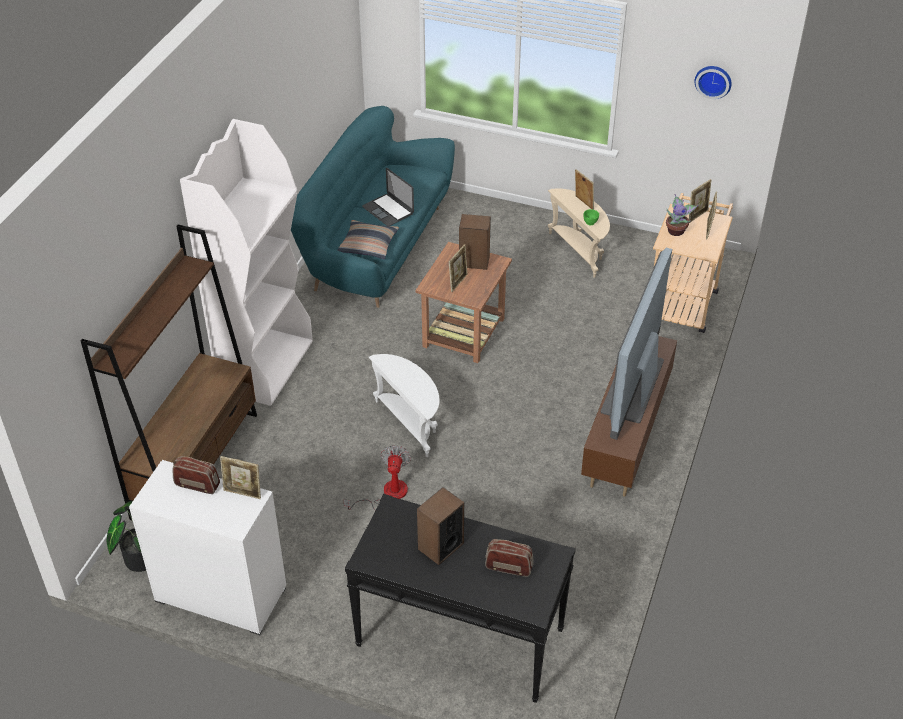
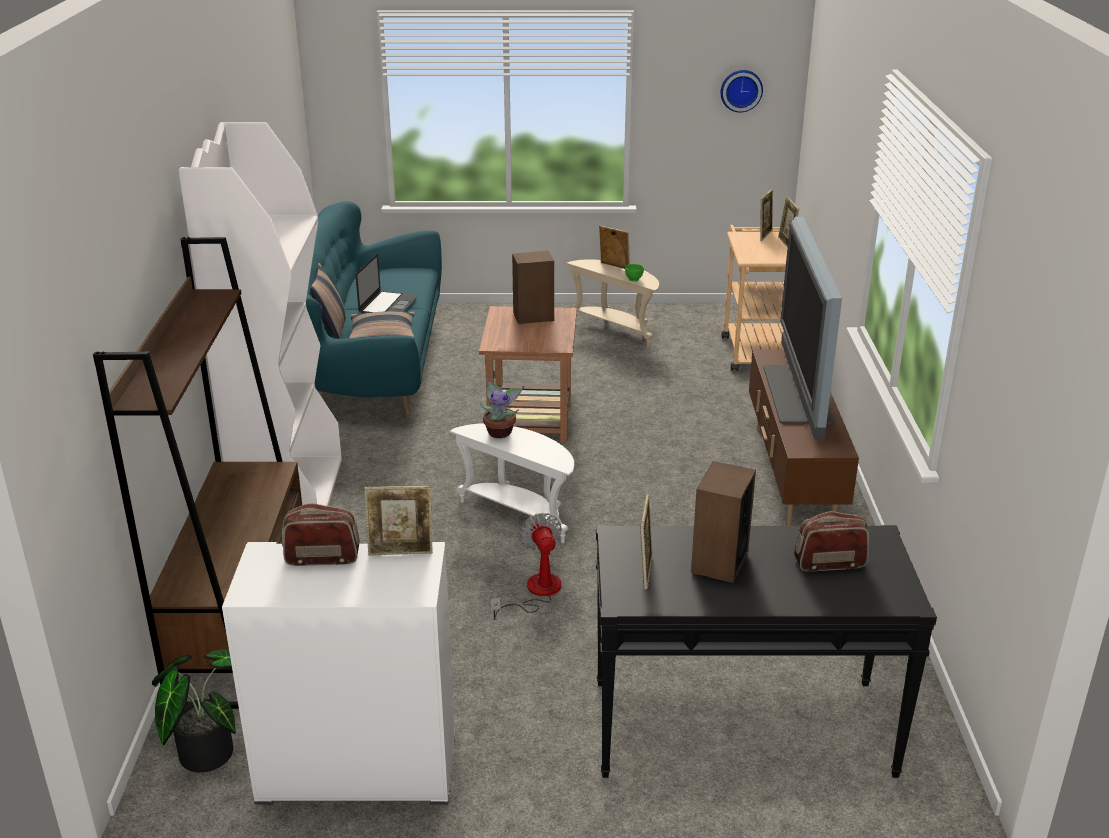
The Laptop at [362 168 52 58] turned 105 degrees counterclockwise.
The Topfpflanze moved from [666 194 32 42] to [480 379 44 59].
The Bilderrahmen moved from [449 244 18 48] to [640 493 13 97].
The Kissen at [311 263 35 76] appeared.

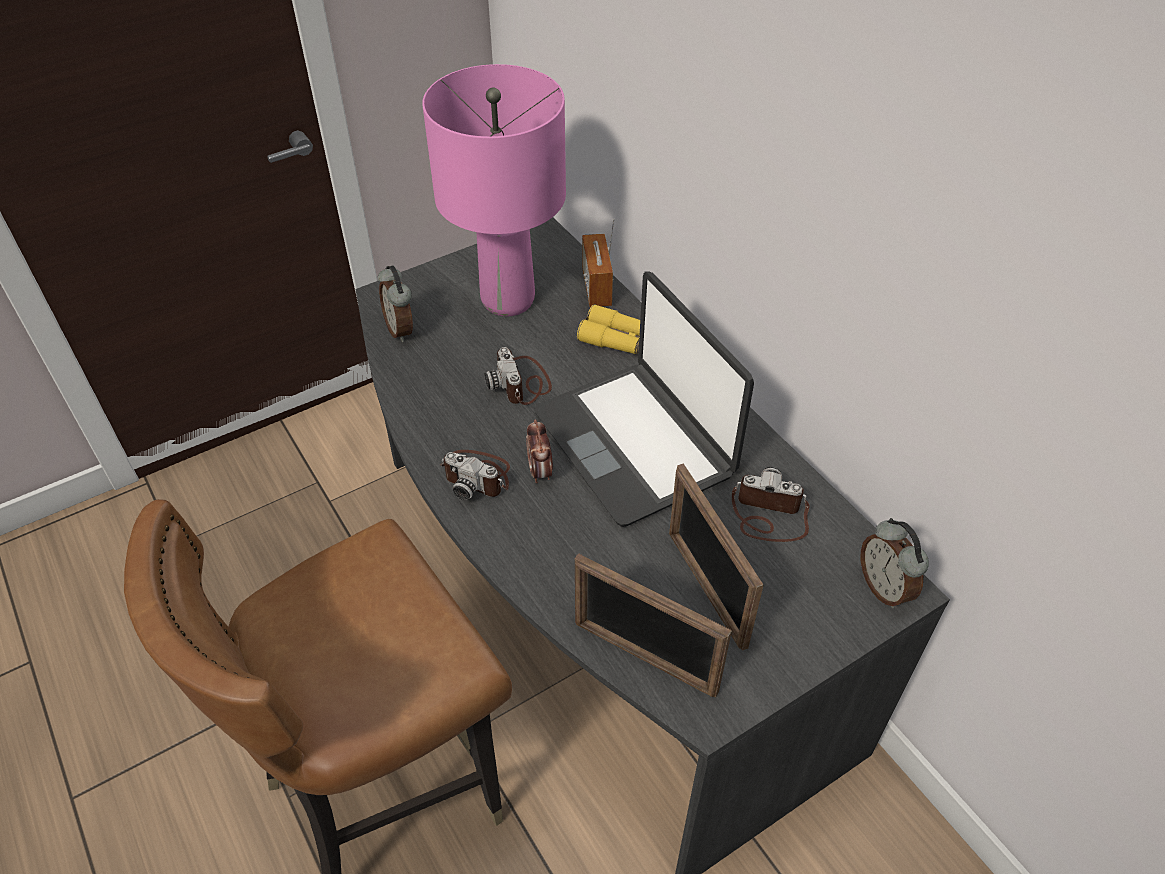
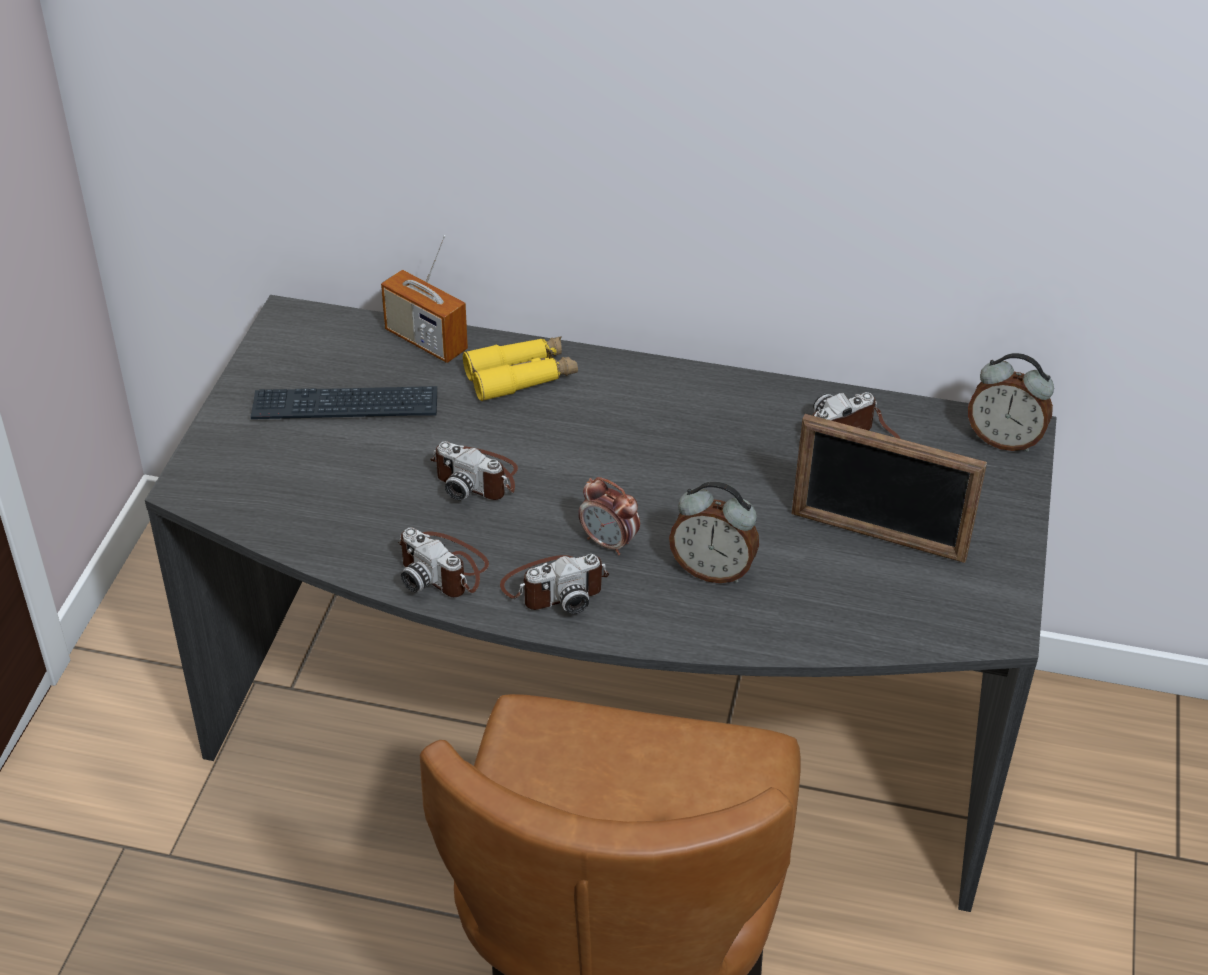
The Tischlampe (rosa) at [422 64 144 252] was replaced by the Tastatur at [251 386 186 33].
The Wecker moved from [377 266 36 76] to [669 481 90 102].
The Laptop at [534 271 220 256] disappeared.
The Bilderrahmen at [575 553 157 145] disappeared.
The Kamera at [398 528 91 69] appeared.

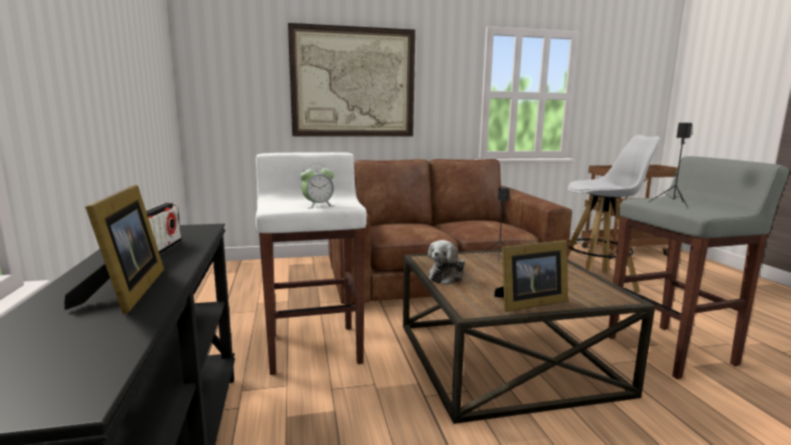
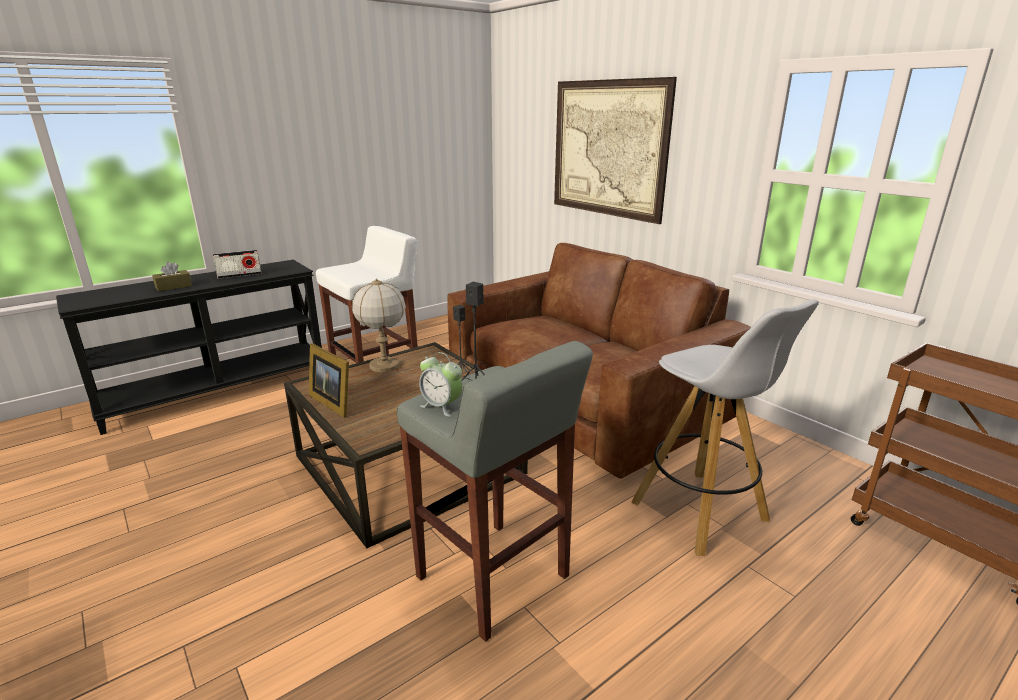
The Wecker moved from [300 163 35 46] to [419 352 43 65].
The Bilderrahmen at [64 185 100 129] was replaced by the Taschentuchbox (braun) at [152 262 40 29].
The Plüschtier at [428 240 37 45] was replaced by the Tischlampe at [352 278 54 94].

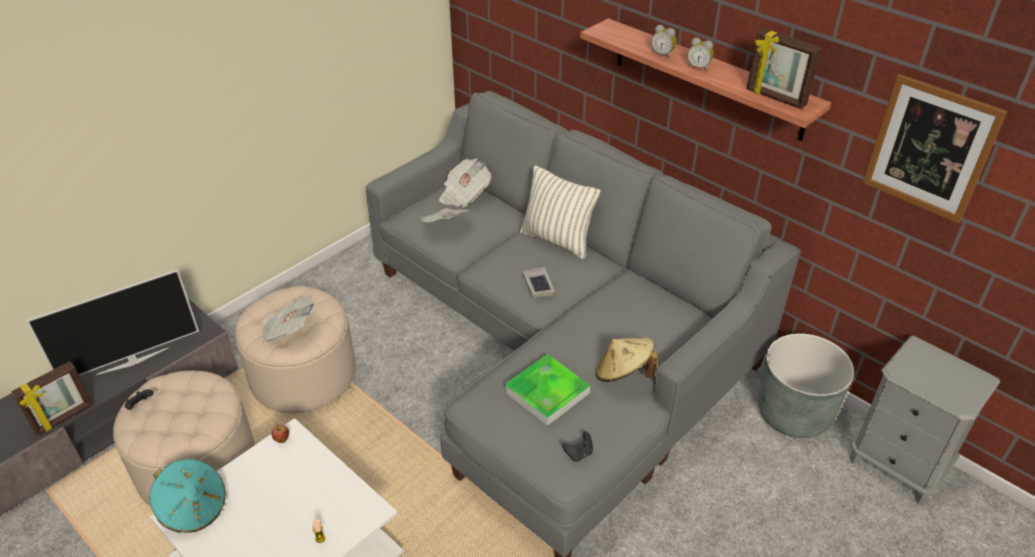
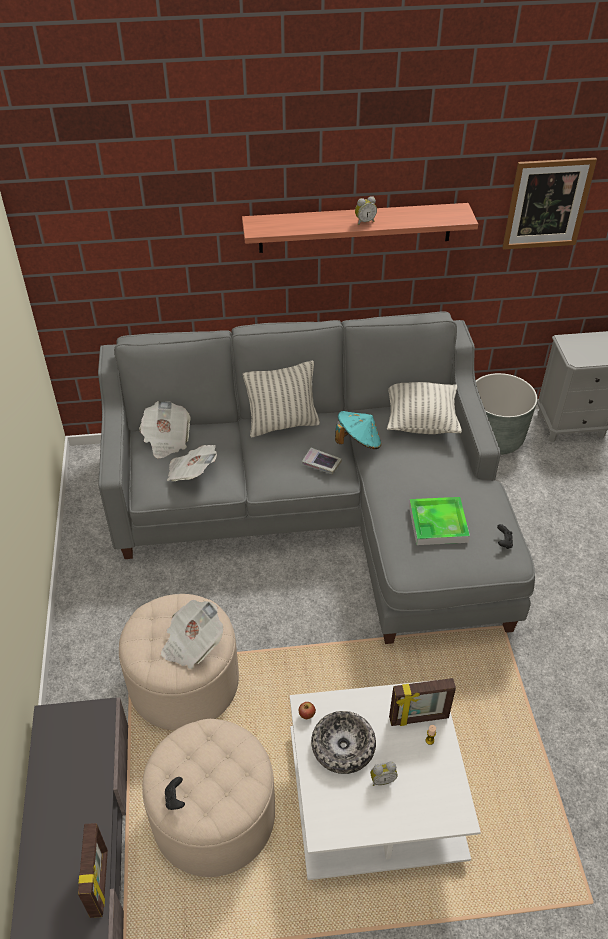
The Wecker moved from [651 25 25 34] to [370 761 28 25].
The Bilderrahmen moved from [747 28 74 81] to [389 678 67 48].
The Fernseher at [26 269 173 106] disappeared.
The Hut (beige) at [596 337 62 45] disappeared.
The Hut (türkis) moved from [150 459 76 74] to [335 411 47 38].
The Kissen at [387 382 75 52] appeared.
The Schüssel at [311 711 65 63] appeared.

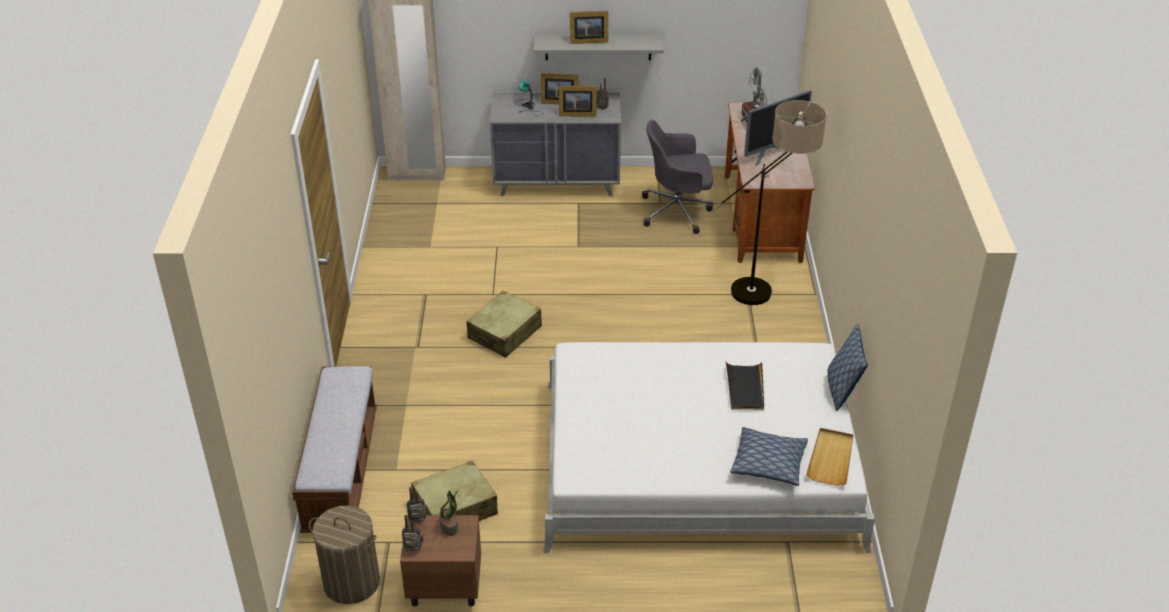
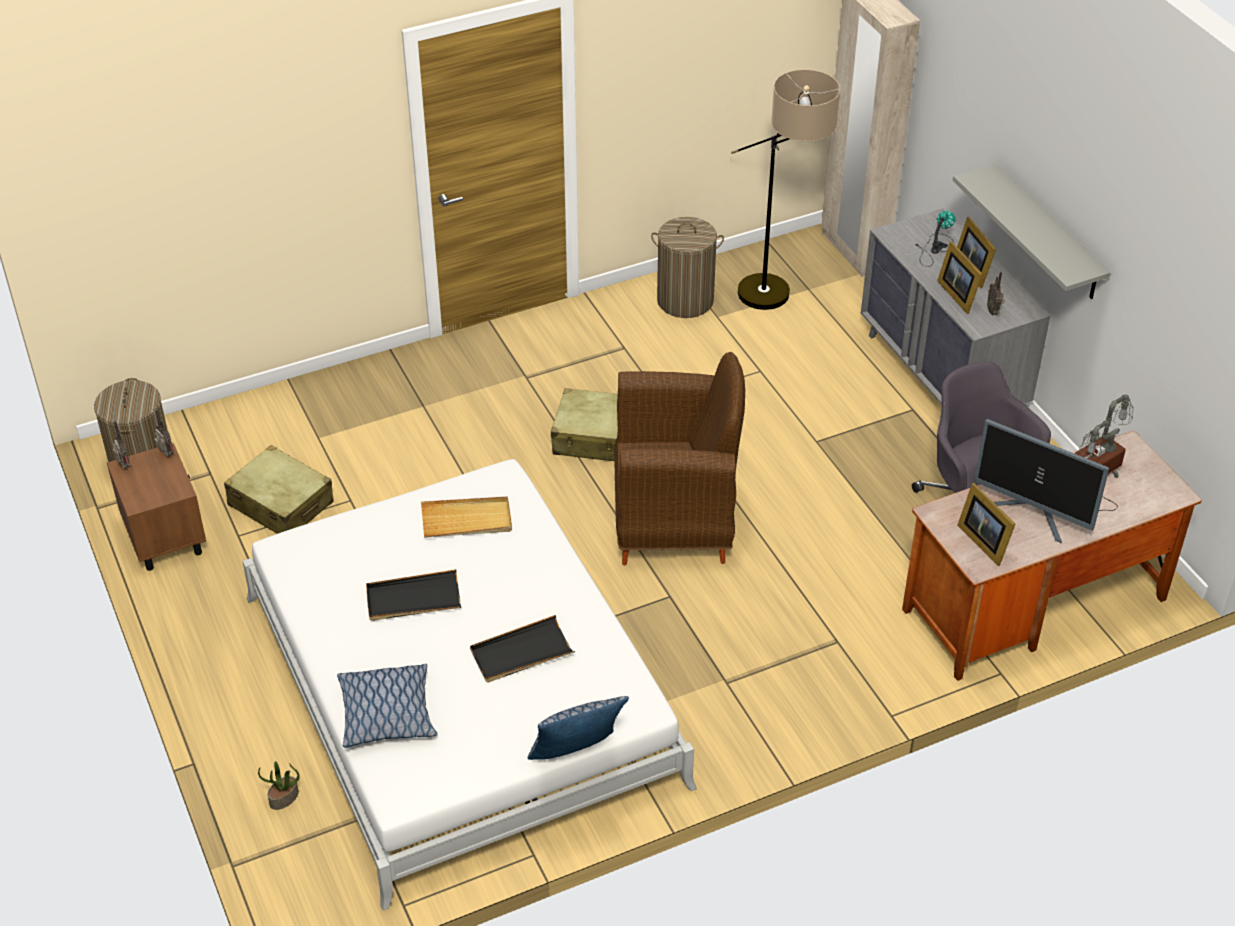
The Bilderrahmen moved from [570 11 38 33] to [958 483 57 83].
The Stehlampe moved from [712 100 115 205] to [731 69 109 241].
The Bank at [292 366 85 167] disappeared.
The Tablett (beige) moved from [806 428 47 58] to [421 497 91 41].
The Topfpflanze moved from [439 490 19 46] to [258 761 42 49].
The Wäschekorb at [651 217 73 101] appeared.
The Sessel (braun) at [614 352 131 213] appeared.
The Tablett (schwarz) at [366 569 95 52] appeared.

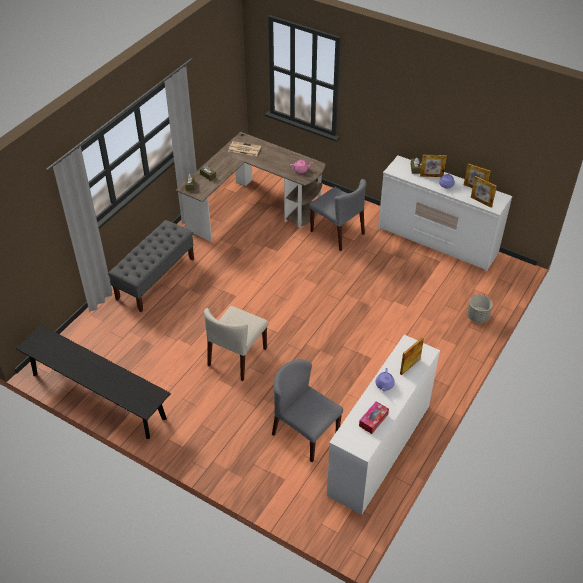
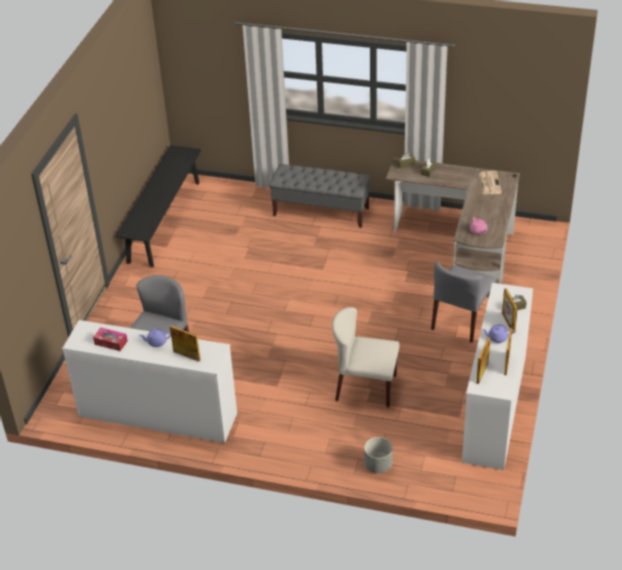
The Stuhl (beige) moved from [204 306 64 75] to [332 307 68 101].

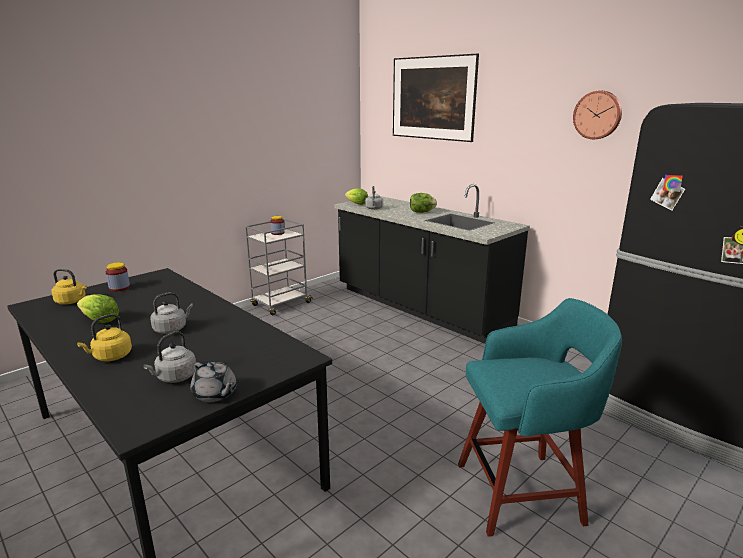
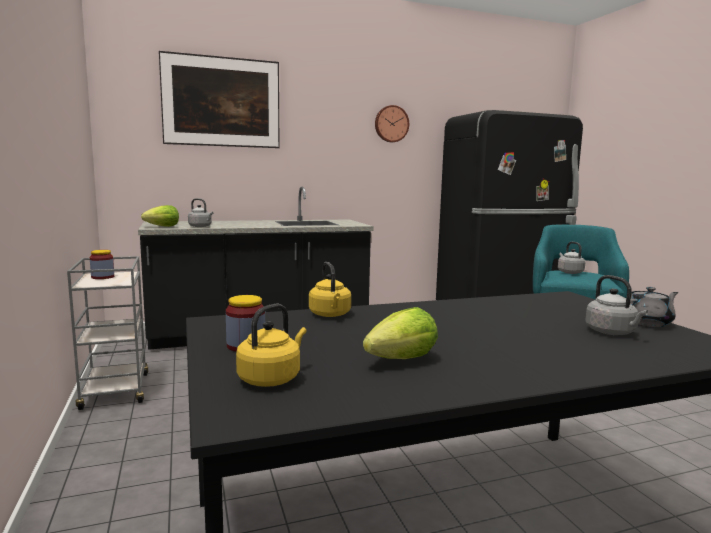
The Salatkopf at [410 193 27 20] disappeared.
The Wasserkessel (grau) moved from [150 292 43 42] to [558 242 27 32].
The Wasserkessel (gelb) moved from [77 314 55 47] to [309 262 42 55].

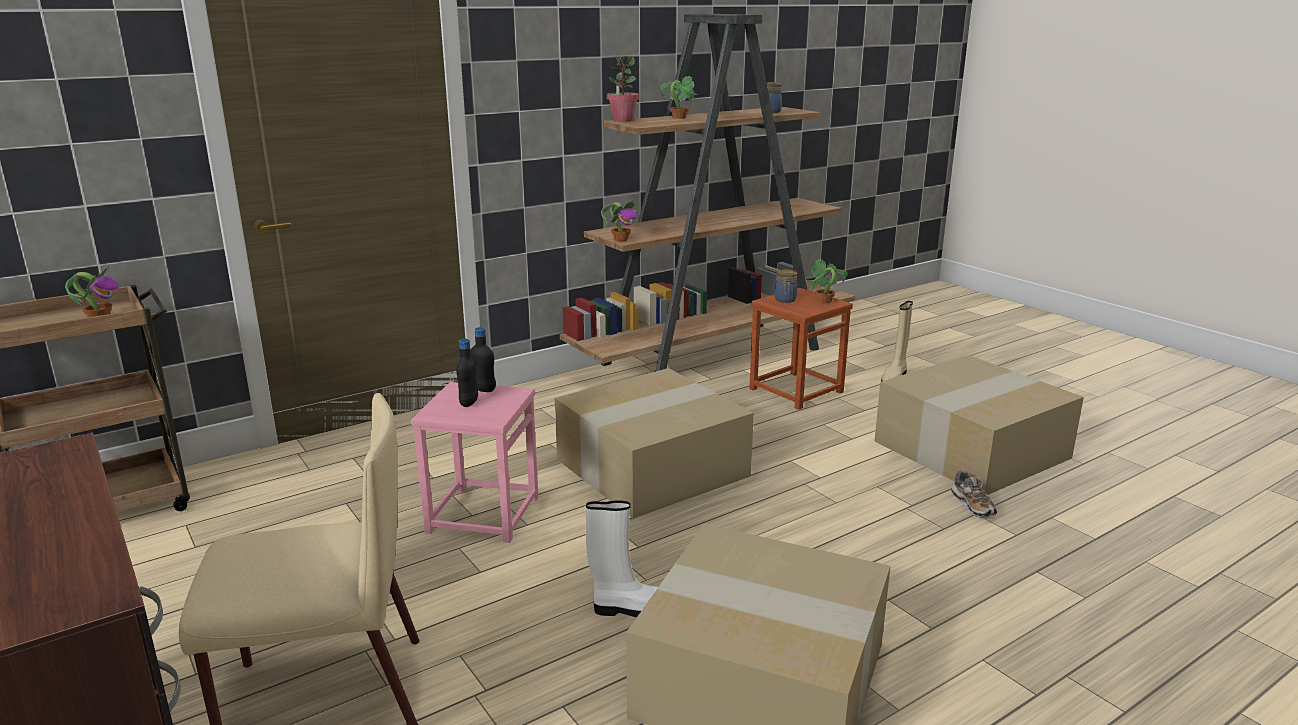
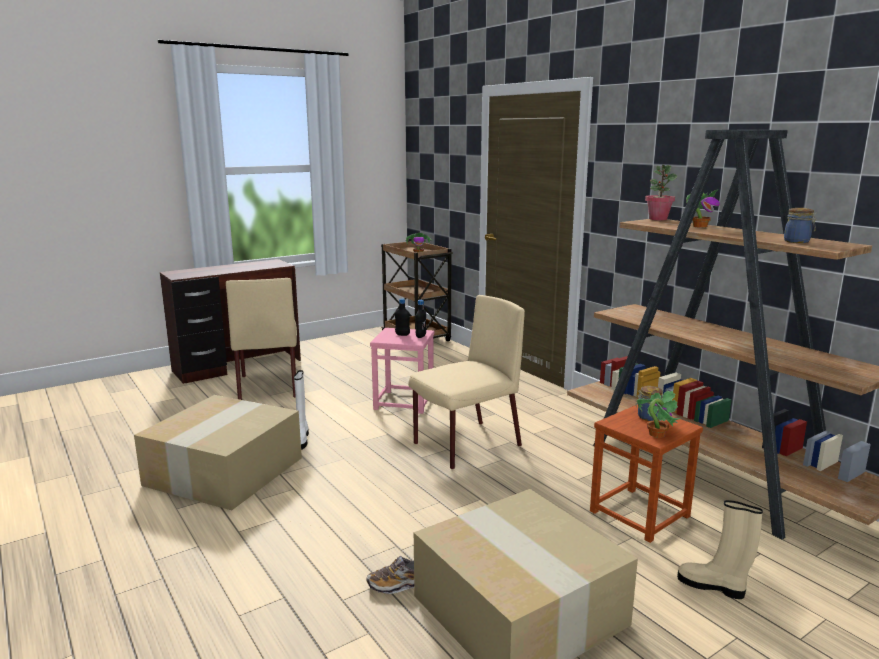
The Topfpflanze at [601 201 36 40] disappeared.
The Karton at [555 368 199 151] was replaced by the Stuhl (beige) at [408 295 117 175].

